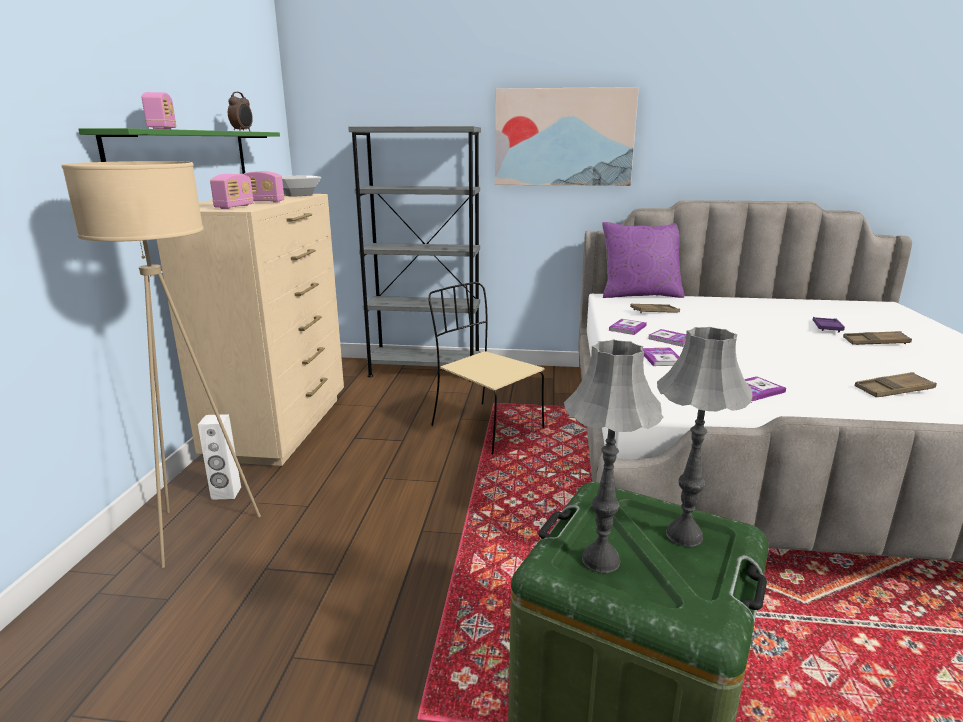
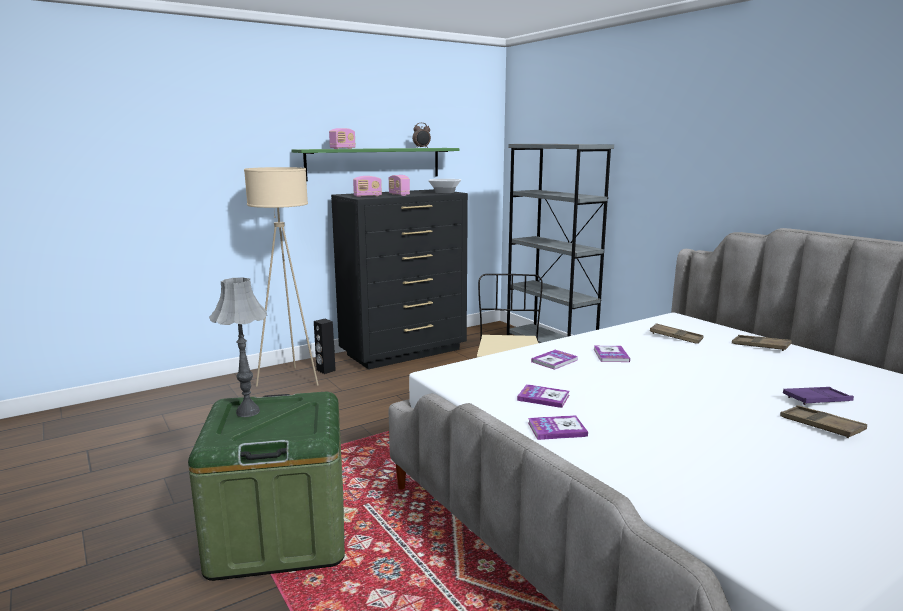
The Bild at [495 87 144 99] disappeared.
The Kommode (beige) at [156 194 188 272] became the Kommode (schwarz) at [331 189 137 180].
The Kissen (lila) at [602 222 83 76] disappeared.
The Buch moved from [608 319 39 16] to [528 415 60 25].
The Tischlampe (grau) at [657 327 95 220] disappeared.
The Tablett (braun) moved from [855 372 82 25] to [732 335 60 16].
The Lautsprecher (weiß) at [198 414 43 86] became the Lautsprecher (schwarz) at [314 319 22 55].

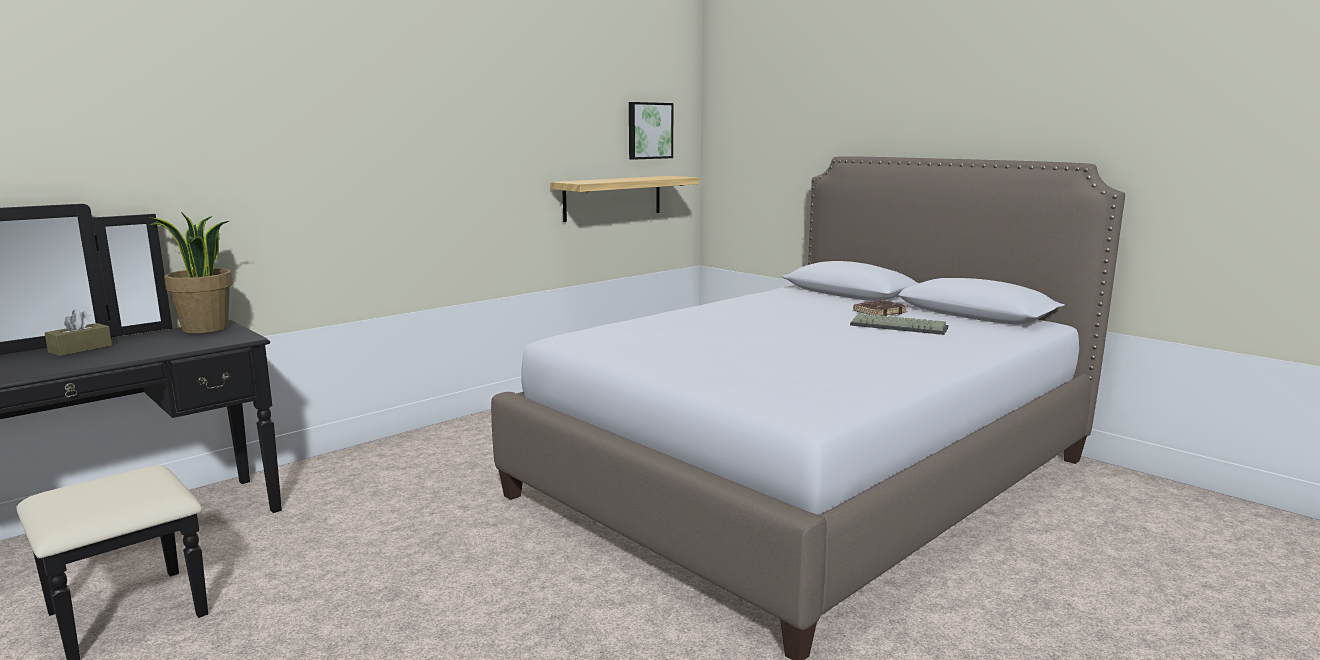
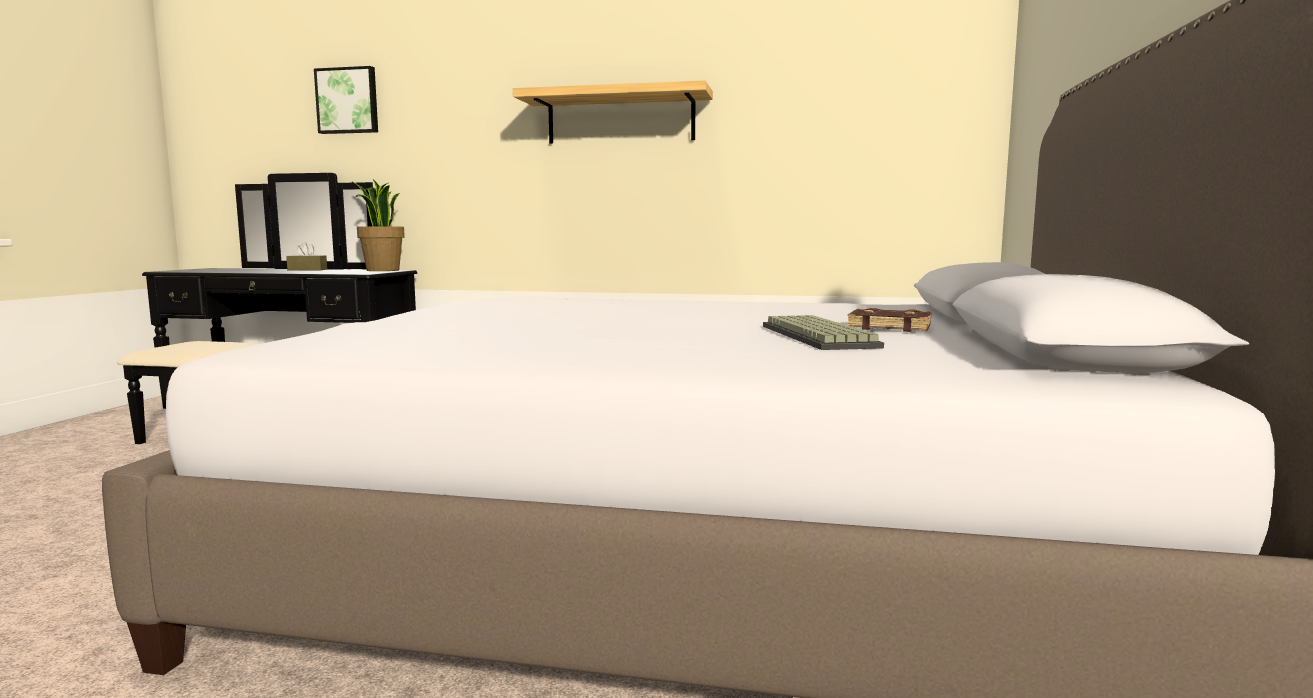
The Bild moved from [629 102 44 58] to [314 66 64 68].
The Wandregal moved from [550 176 149 46] to [513 80 200 64].

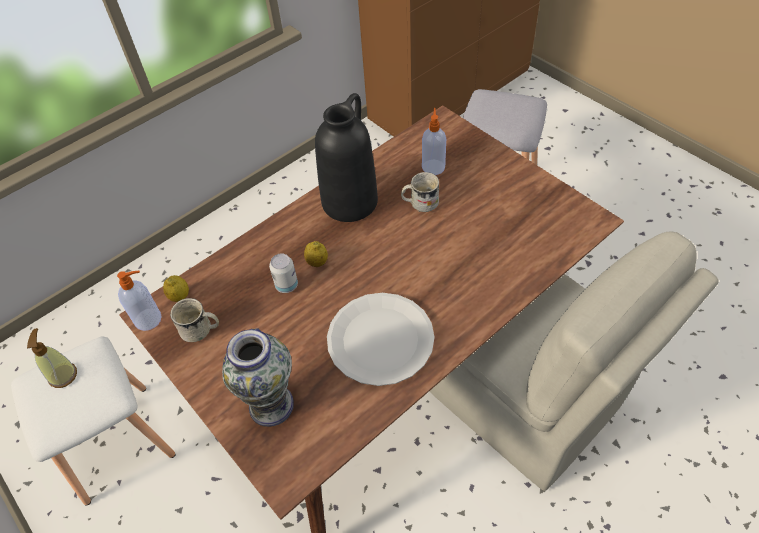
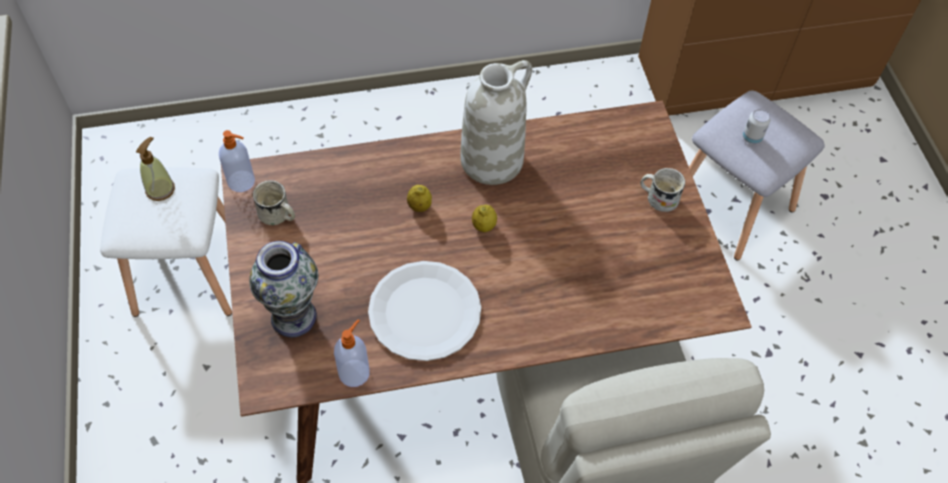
The Vase (schwarz) at [315 93 63 129] became the Vase (weiß) at [460 60 72 125].
The Seifenspender moved from [422 108 24 67] to [334 319 36 68].
The Henkelbecher (weiß) moved from [401 172 38 40] to [640 168 45 44].
The Dose moved from [269 254 29 39] to [742 109 28 35].
The Zitrone moved from [163 275 26 27] to [472 205 25 27].

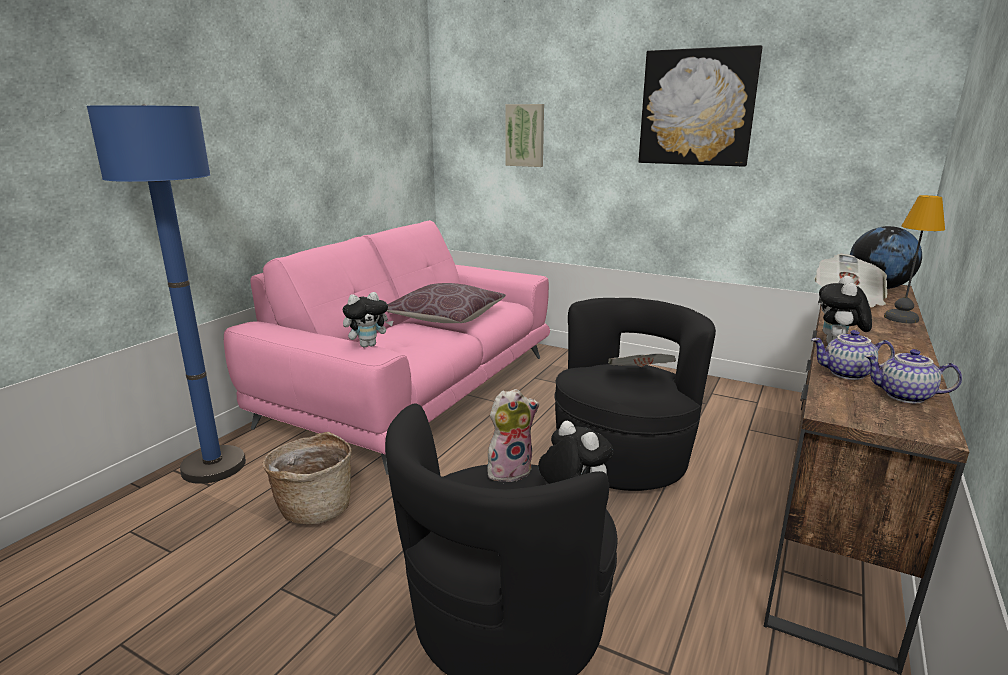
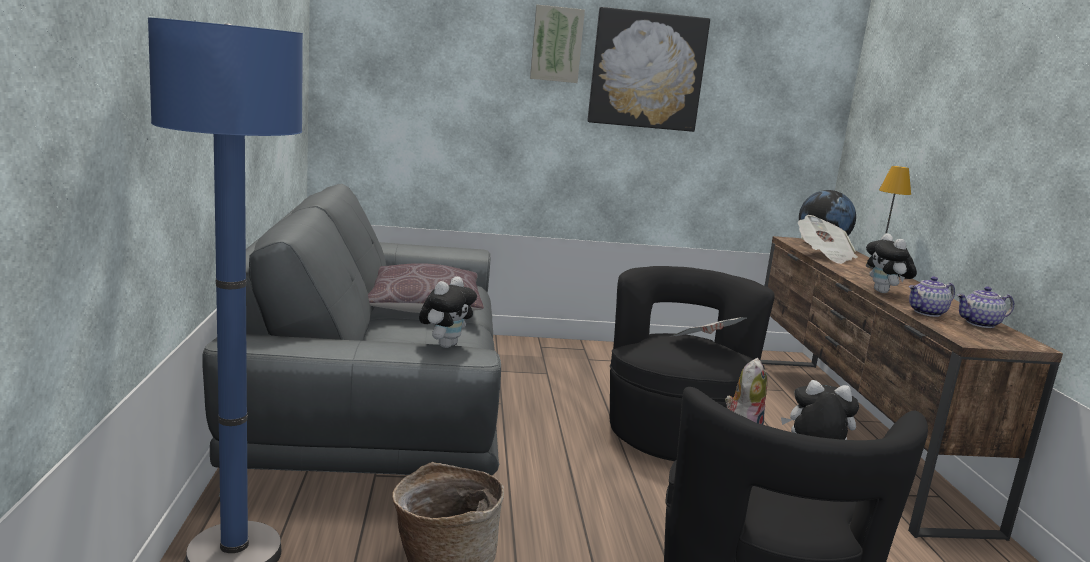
The Bild moved from [505 104 39 63] to [530 5 55 78].
The Sofa (rosa) at [224 220 326 255] became the Sofa (grau) at [202 184 299 313].

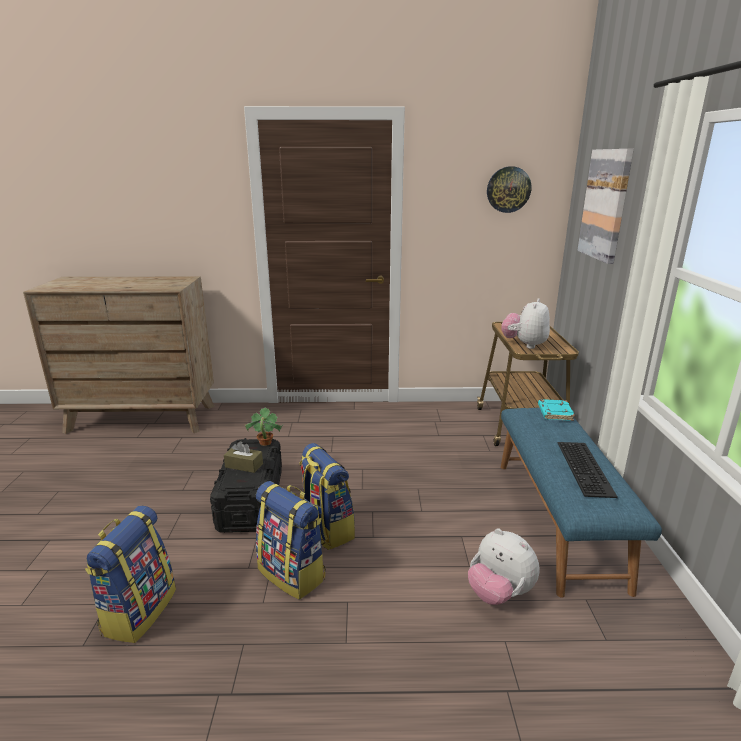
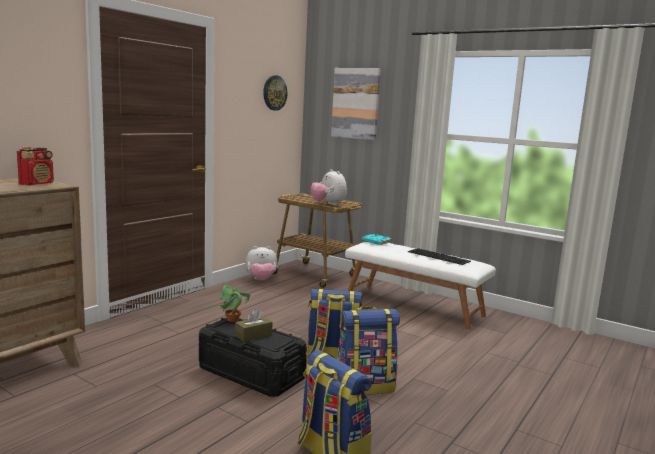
The Bank (blau) at [501 408 161 190] became the Bank (weiß) at [345 242 151 88].
The Plüschtier moved from [468 528 72 77] to [245 246 32 34].
The Radio at [17 146 37 40] appeared.

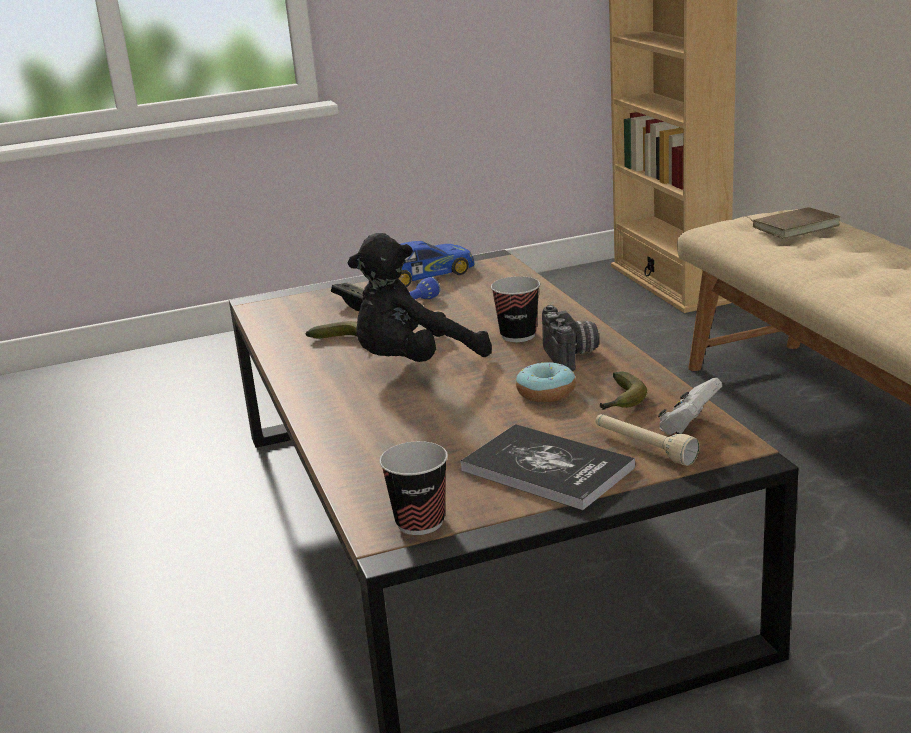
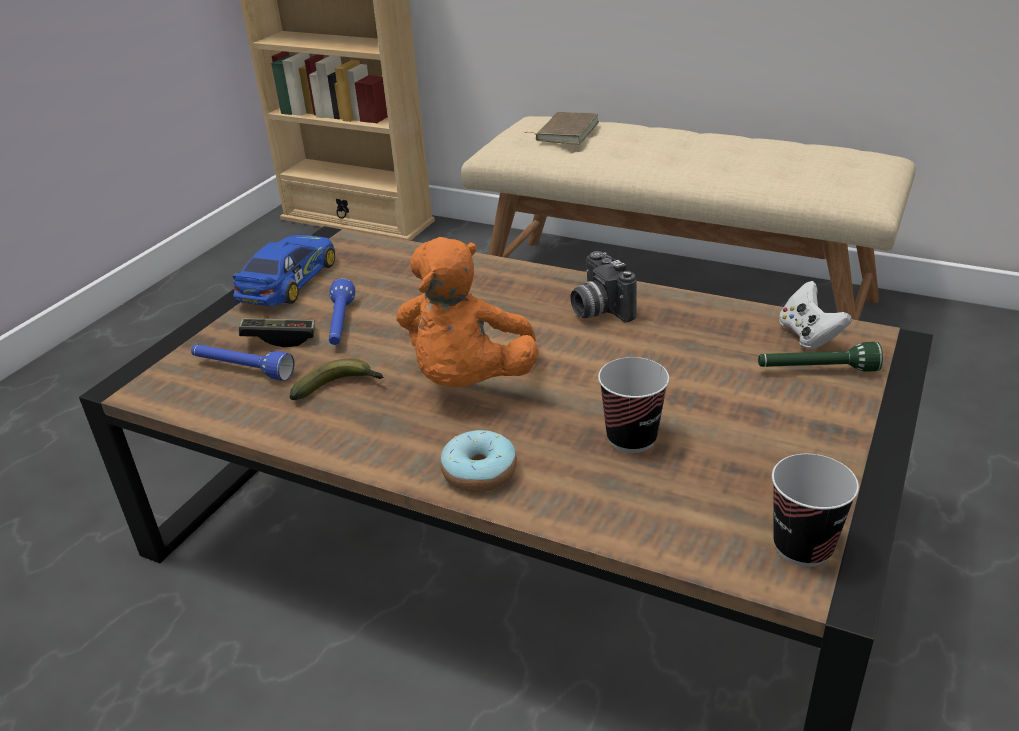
The Plüschtier (schwarz) at [347 233 145 129] became the Plüschtier (orange) at [396 237 143 150].
The Tasse moved from [491 276 49 66] to [598 357 71 96].
The Kamera at [542 305 57 66] turned 150 degrees counterclockwise.
The Donut moved from [516 362 60 40] to [440 430 77 62].
The Banane at [600 372 47 38] disappeared.
The Taschenlampe (beige) at [596 414 104 52] became the Taschenlampe (grün) at [758 342 125 30].
The Buch at [460 424 175 86] disappeared.
The Taschenlampe (blau) at [191 344 103 37] appeared.

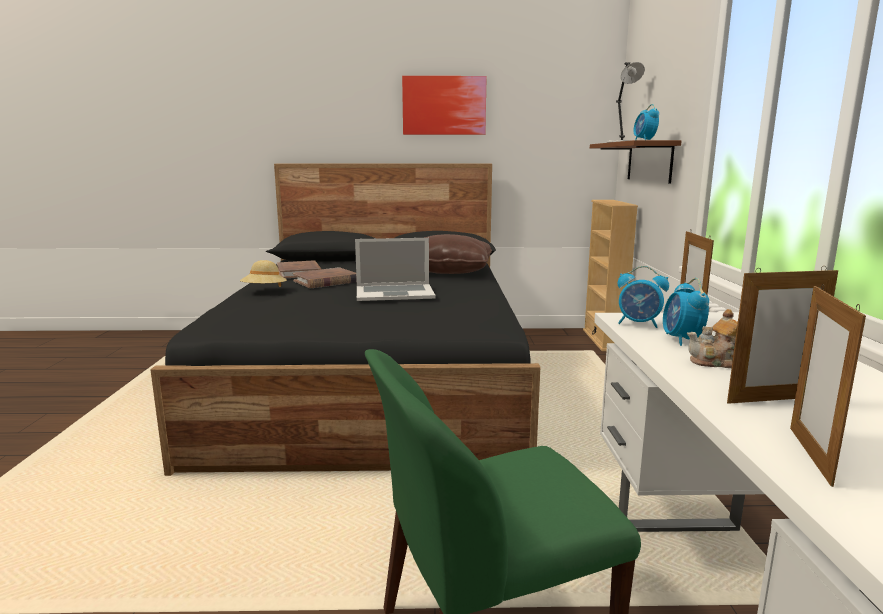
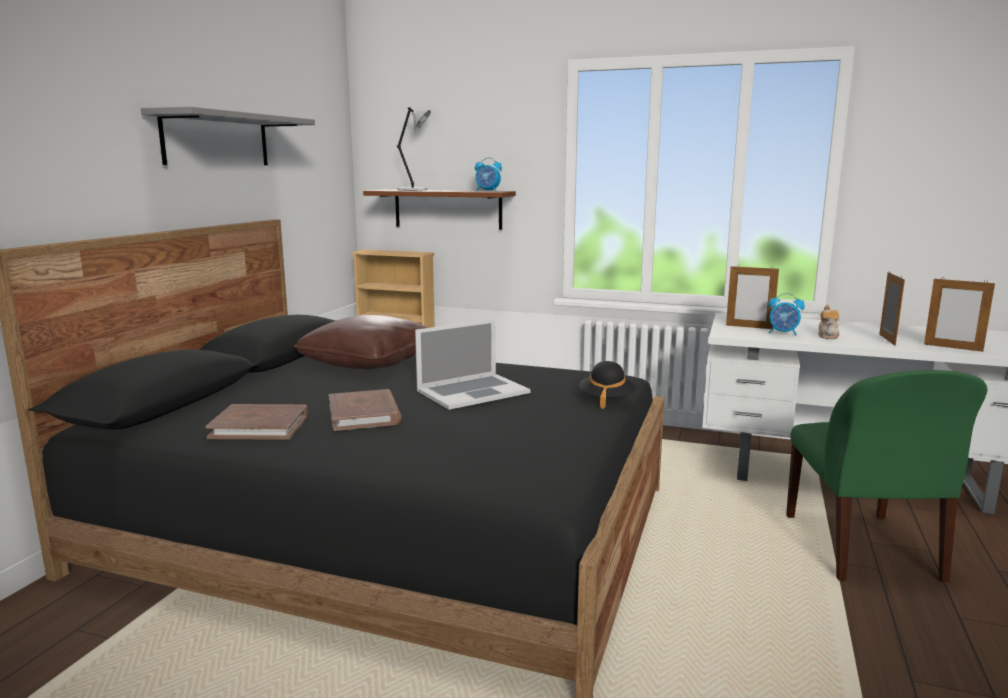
The Bild at [402 76 85 59] was replaced by the Wandregal (grau) at [141 107 174 58].
The Laptop at [355 238 81 63] turned 45 degrees clockwise.
The Hut (beige) at [240 260 47 27] disappeared.
The Wecker at [618 266 51 62] disappeared.
The Hut (schwarz) at [579 361 57 48] appeared.

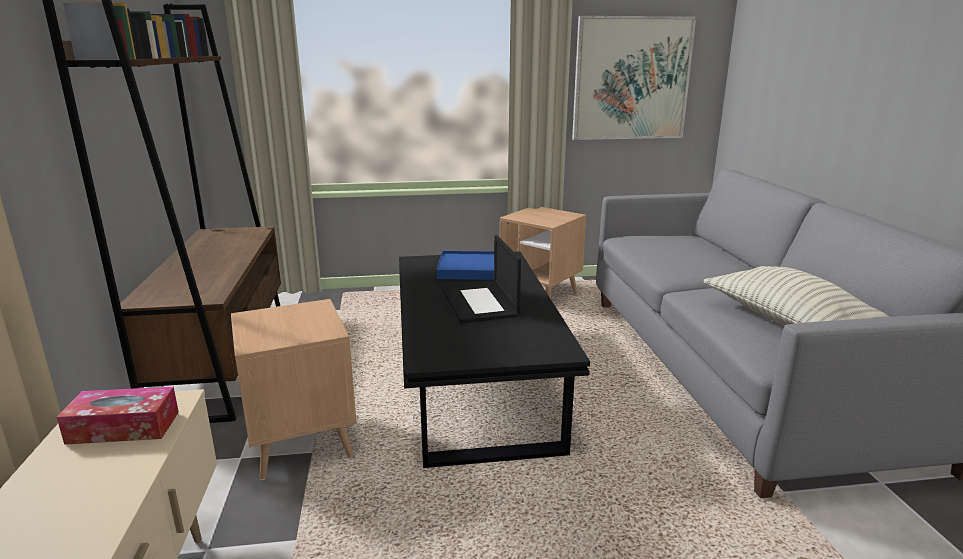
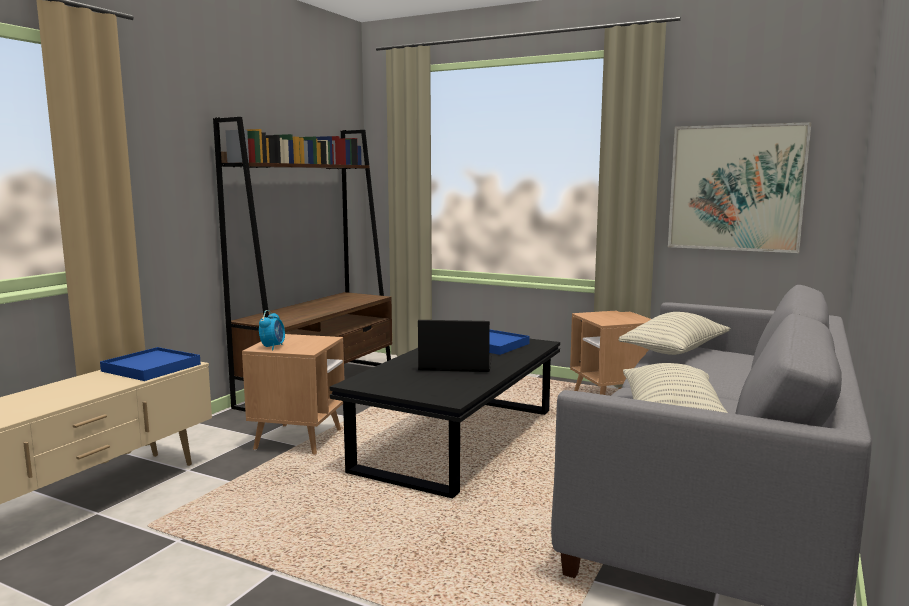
The Laptop at [443 235 78 88] turned 75 degrees clockwise.
The Taschentuchbox at [57 387 122 58] was replaced by the Tablett (blau) at [100 347 101 34].
The Wecker at [259 310 26 40] appeared.
The Kissen at [619 312 112 43] appeared.

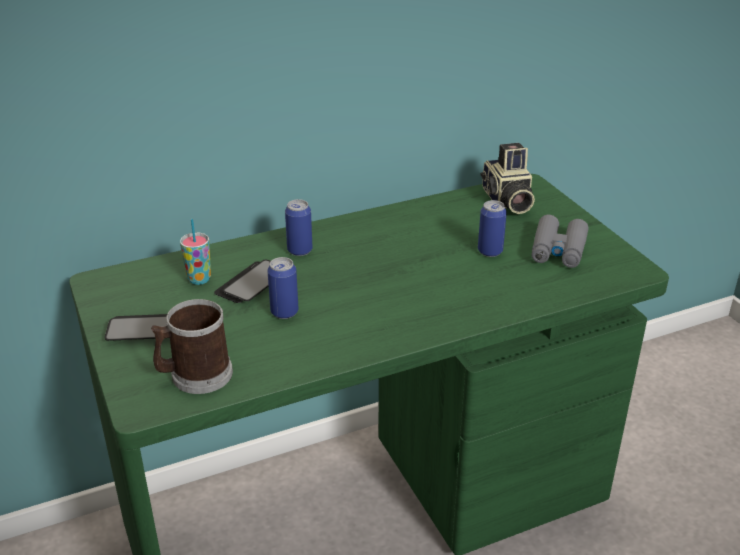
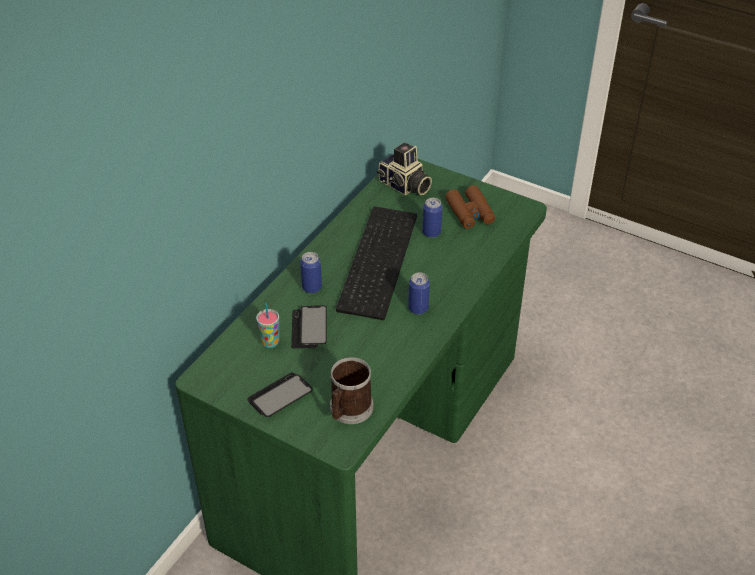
The Fernglas (grau) at [531 215 57 53] became the Fernglas (braun) at [445 185 50 44].
The Dose moved from [267 257 31 62] to [408 272 22 43].
The Tastatur at [336 206 81 114] appeared.

